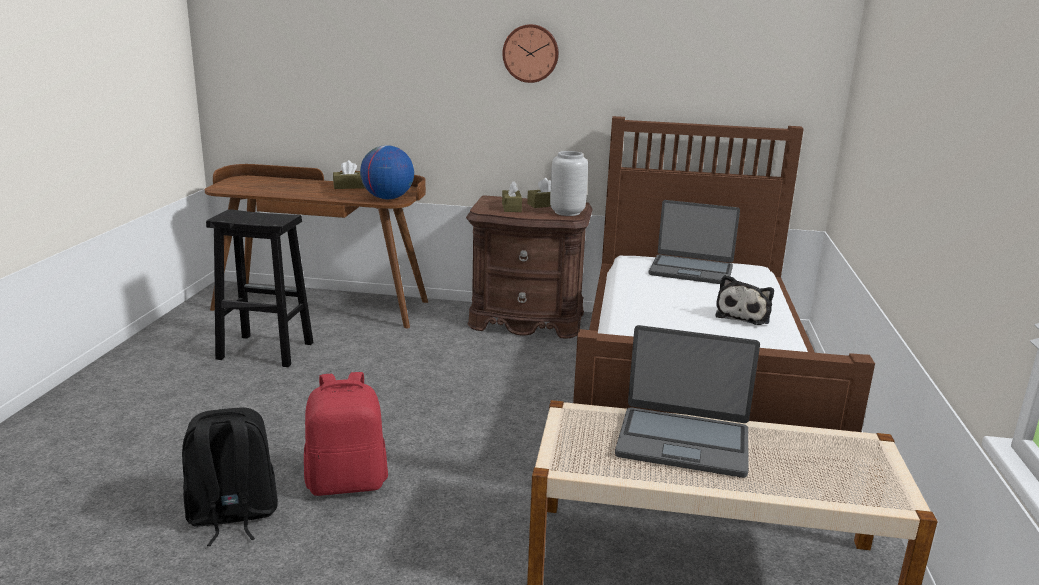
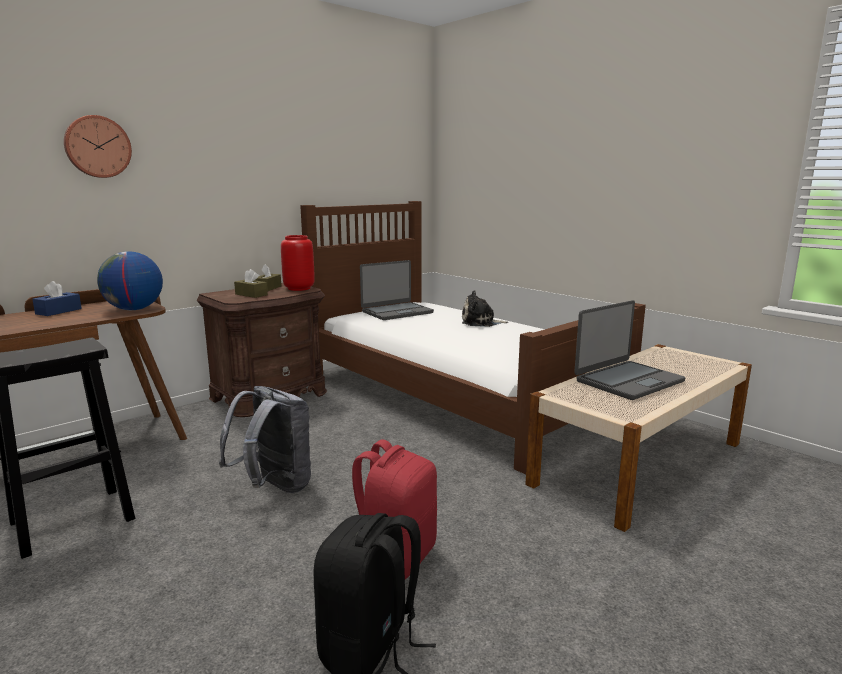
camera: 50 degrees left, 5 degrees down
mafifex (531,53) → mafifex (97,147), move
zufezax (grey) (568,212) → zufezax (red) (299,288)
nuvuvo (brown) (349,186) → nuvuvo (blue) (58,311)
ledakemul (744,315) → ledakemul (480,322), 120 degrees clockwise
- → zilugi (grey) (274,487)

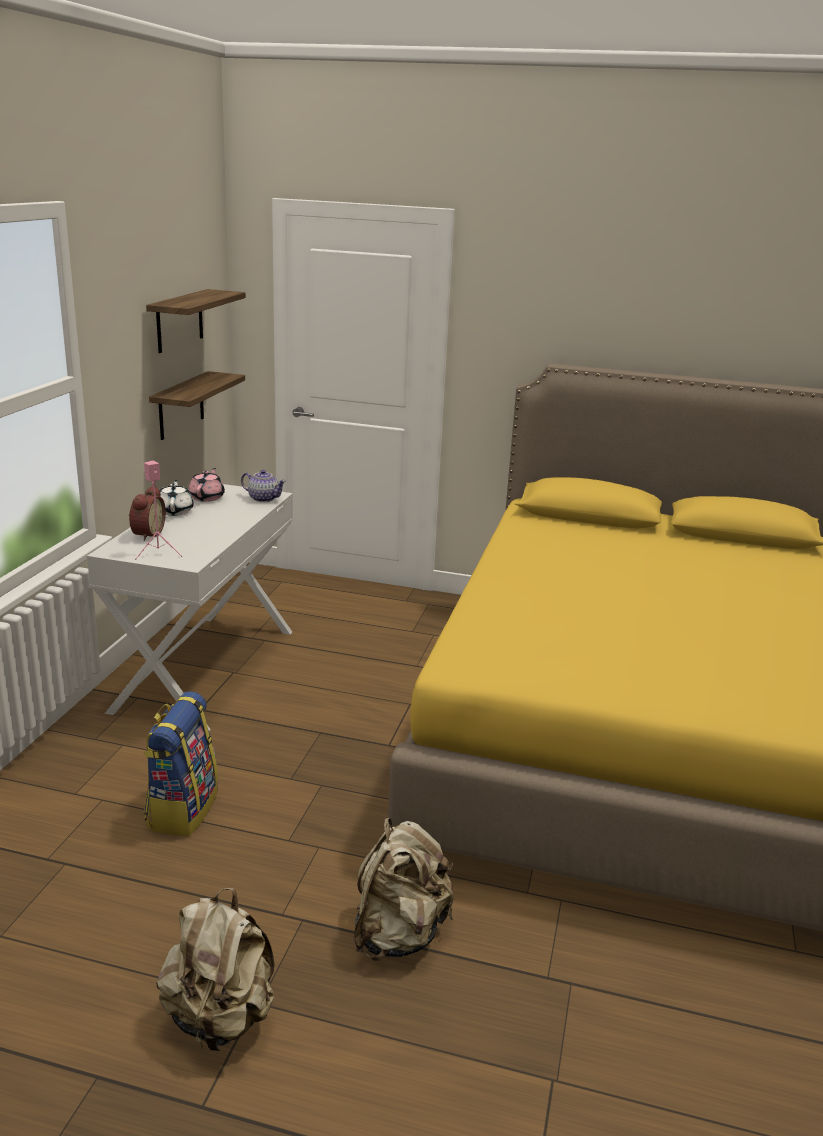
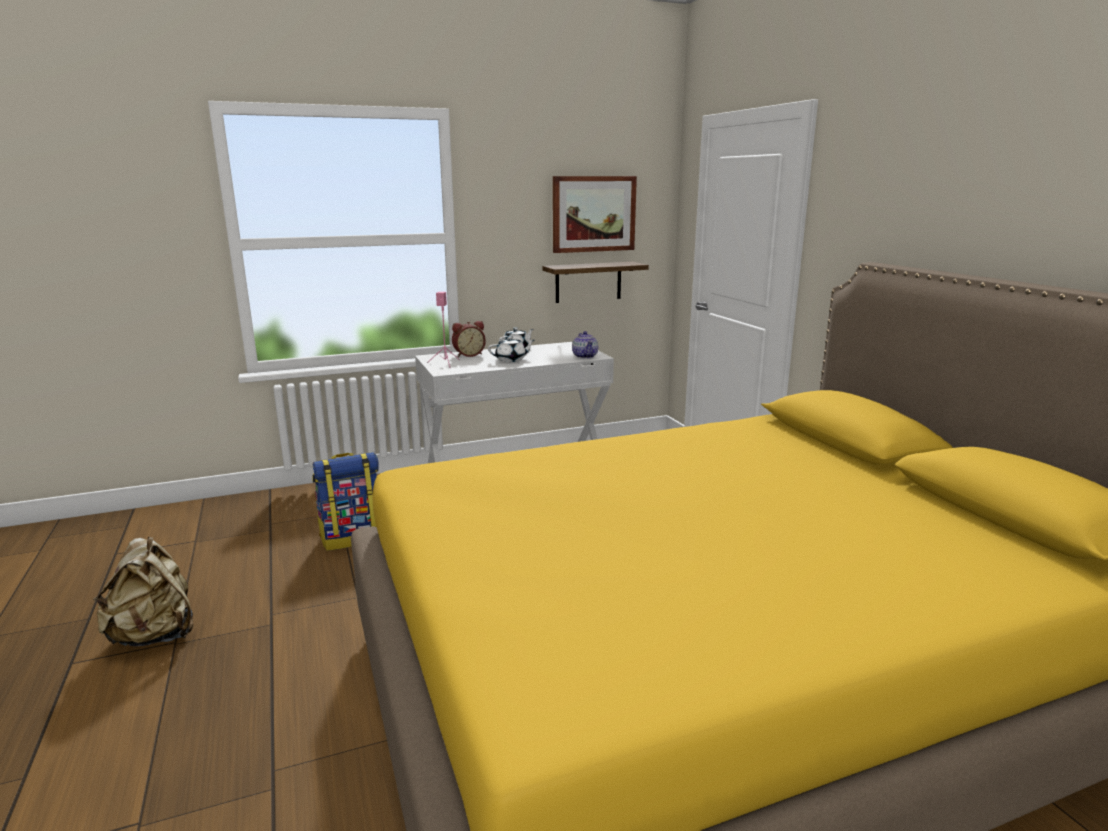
camera: 55 degrees right, 5 degrees down
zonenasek (179,320) → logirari (593,214)
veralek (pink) (207,497) → -
zilugi (beige) (399,934) → -
- → veralek (white) (511,360)

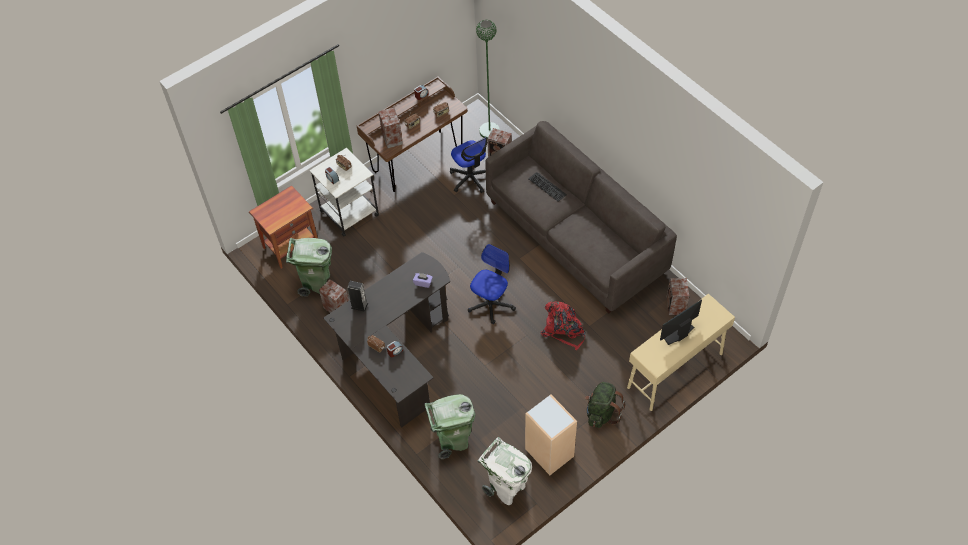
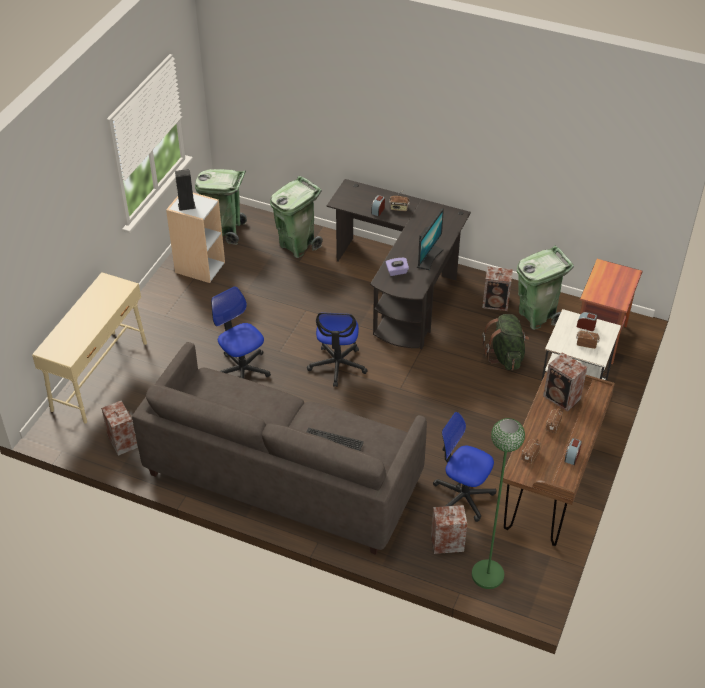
camera: 150 degrees right, 10 degrees down
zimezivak (359,306) → zimezivak (186,206), move
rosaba (678,333) → rosaba (428,257), move
zilugi (red) (563,330) → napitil (242,370)
zilugi (green) (601,412) → zilugi (green) (505,356), move
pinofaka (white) (507,488) → pinofaka (green) (225,231)

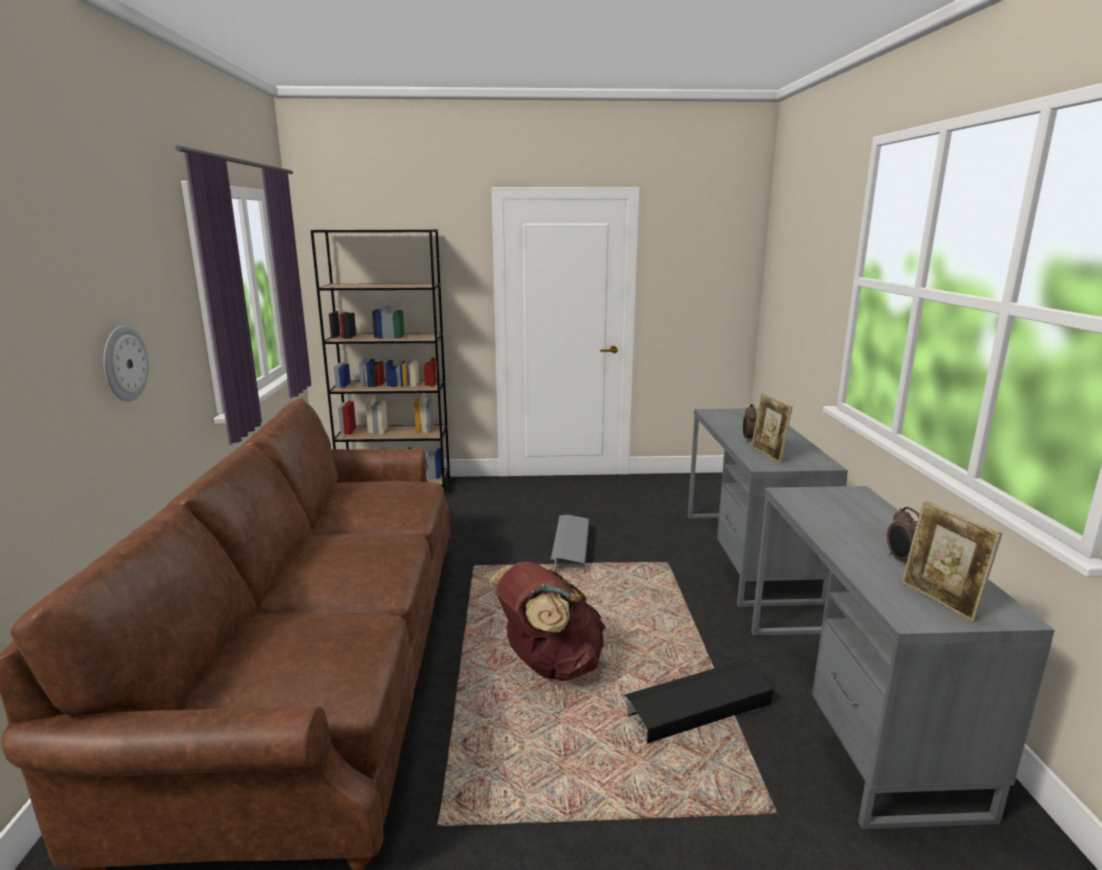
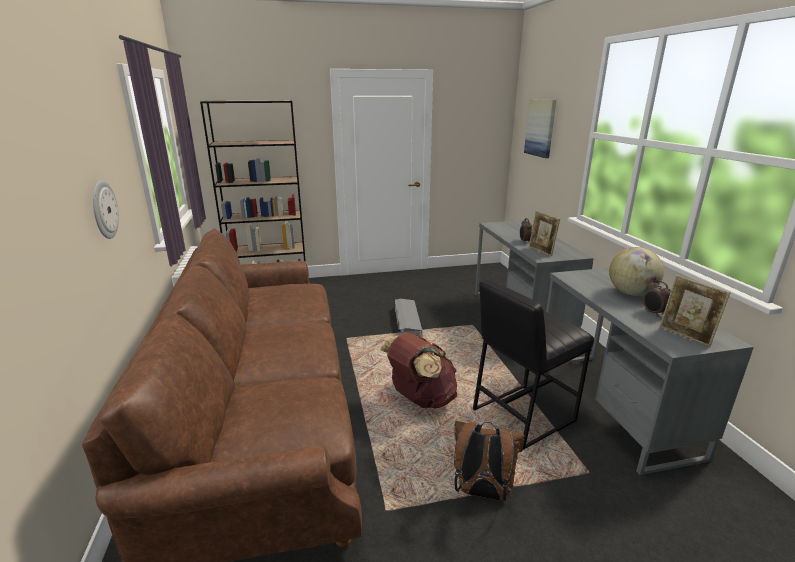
camera: 10 degrees left, 5 degrees up
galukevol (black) (697,708) → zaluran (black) (522,415)
- → logirari (540,128)
- → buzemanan (631,293)
- → zilugi (brown) (482,492)

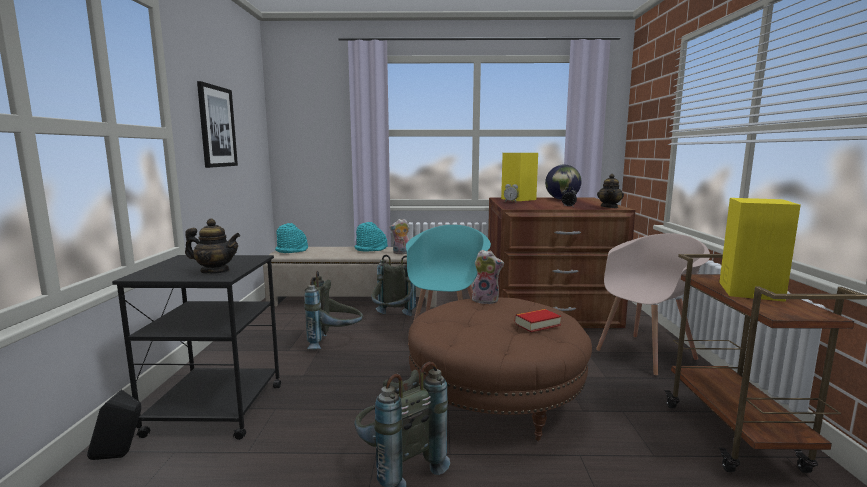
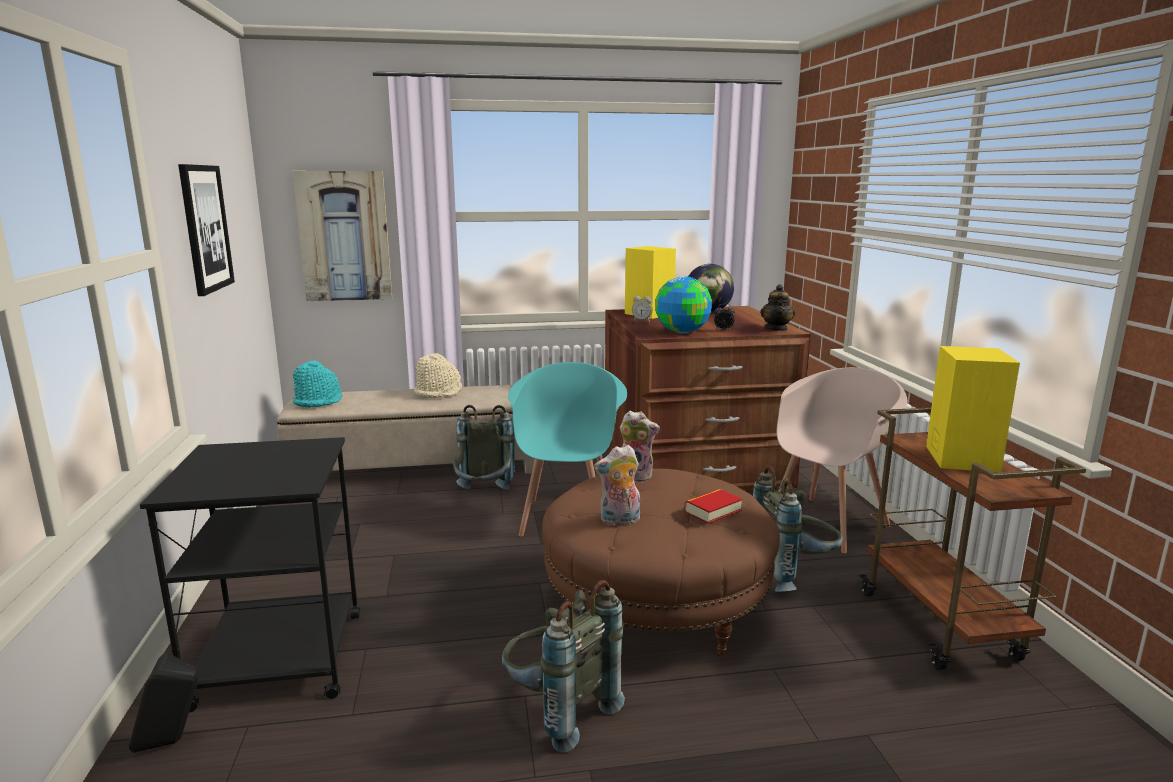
camera: 10 degrees left, 5 degrees up
veralek (215,271) → -
ledakemul (401,253) → ledakemul (619,521), move
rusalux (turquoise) (371,249) → rusalux (beige) (439,392)
zilugi (grey) (335,343) → zilugi (grey) (794,574), move
- → logirari (344,236)
- → buzemanan (682,332)

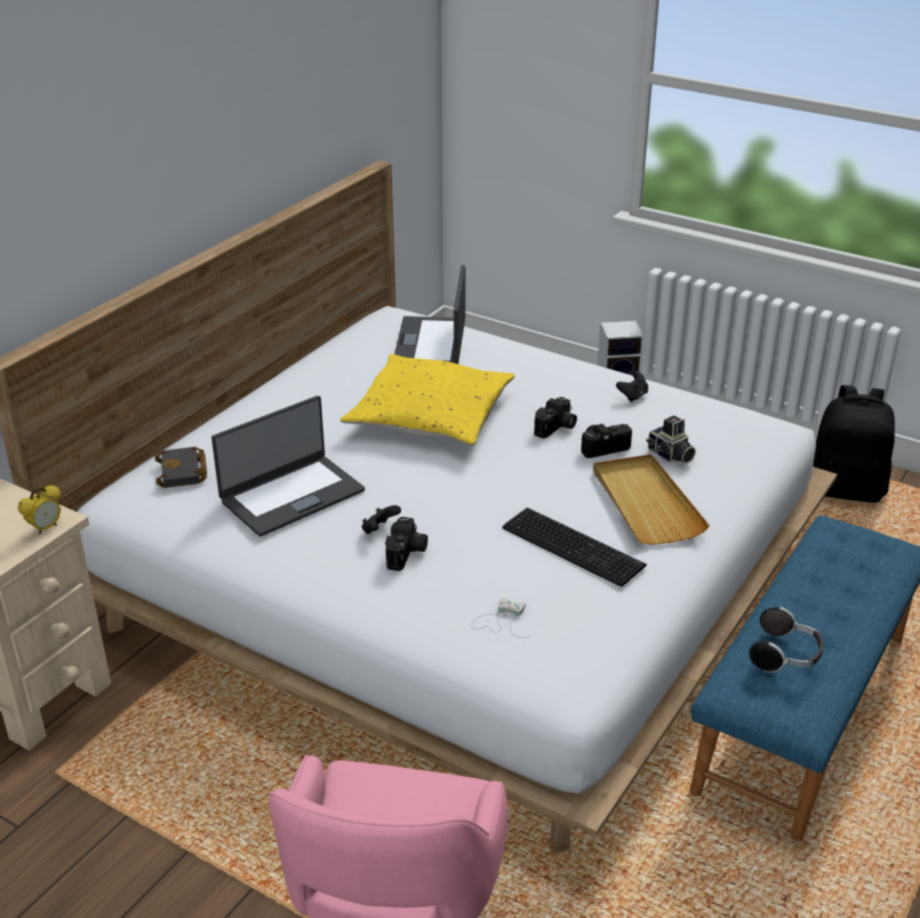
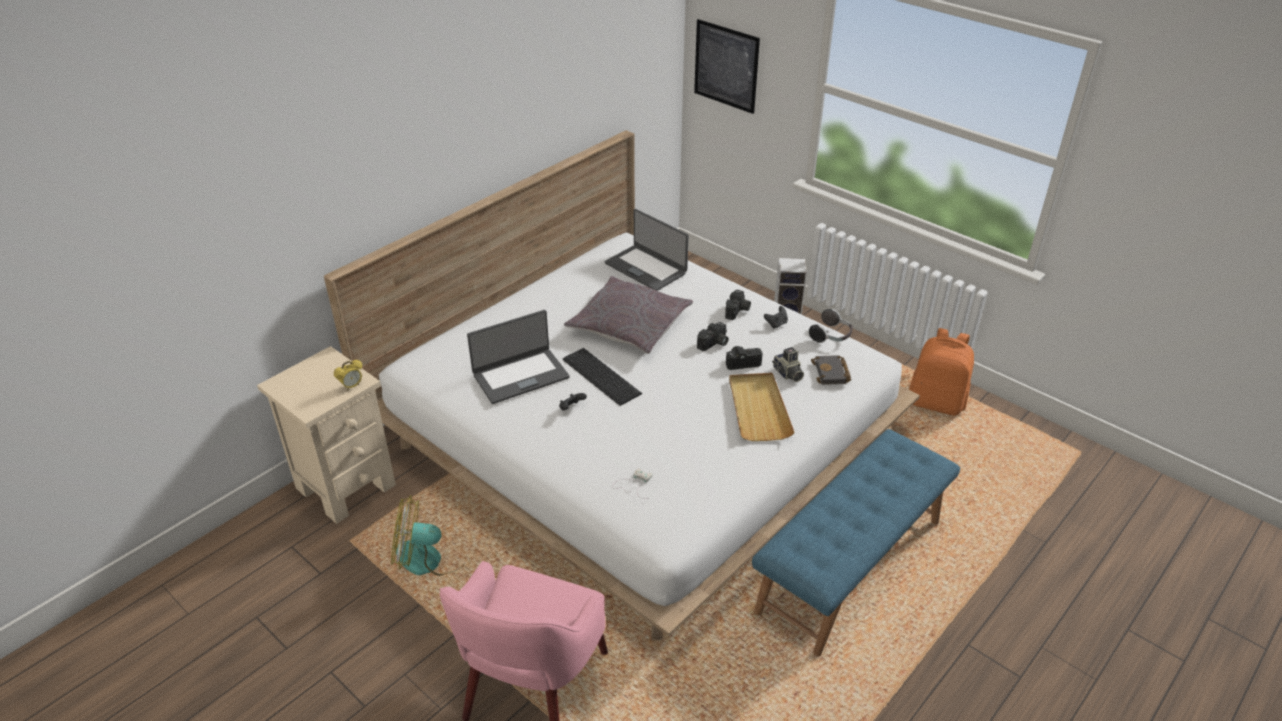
camera: 10 degrees right, 5 degrees up
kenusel (431,344) → kenusel (646,268), 60 degrees counterclockwise
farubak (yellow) (430,415) → farubak (grey) (629,325)
zilugi (black) (846,489) → zilugi (orange) (936,402)
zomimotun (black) (183,472) → zomimotun (black) (832,373), move
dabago (573,544) → dabago (602,375), move
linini (407,554) → linini (738,311), move
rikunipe (785,656) → rikunipe (831,336), move
- → logirari (726,66)
- → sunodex (430,558)

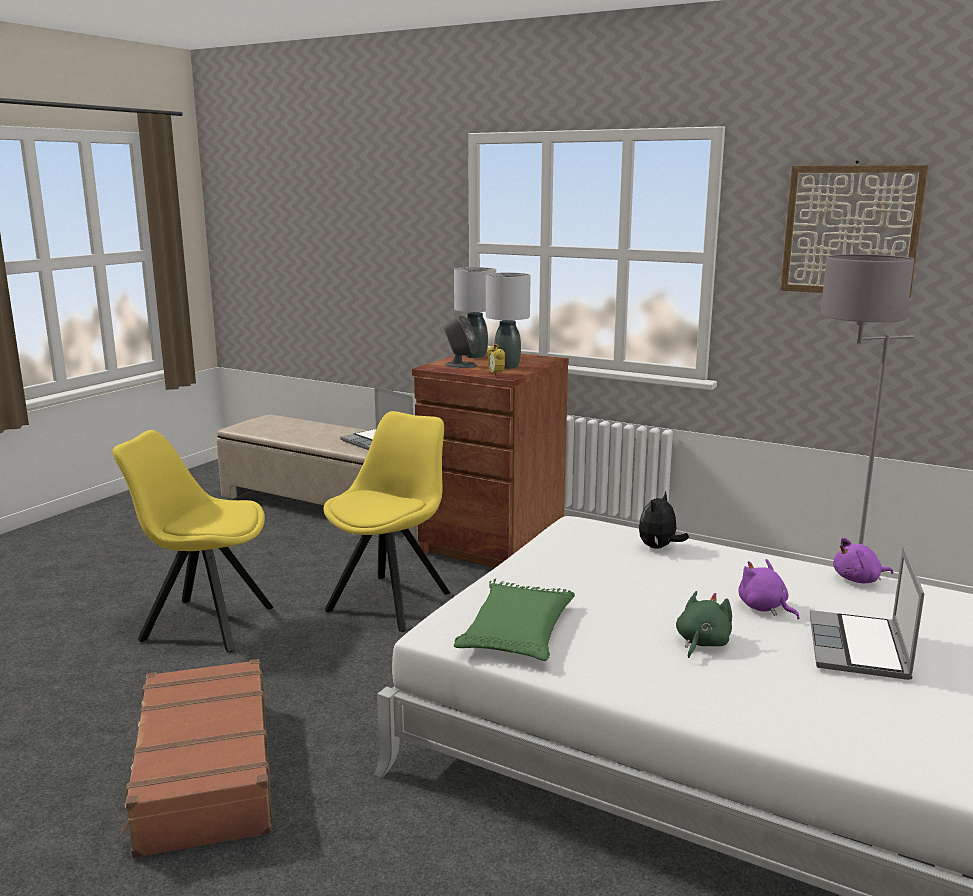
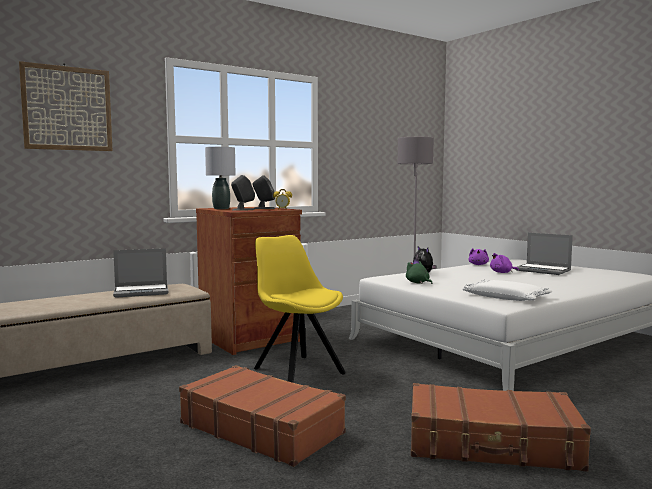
camera: 65 degrees left, 10 degrees down
logirari (851,228) → logirari (67,107), move
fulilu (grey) (507,366) → zimezivak (grey) (264,208)
zaluran (yellow) (206,624) → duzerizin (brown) (261,428)
farubak (green) (516,629) → farubak (white) (506,296)
ledakemul (green) (701,643) → ledakemul (green) (418,283), move

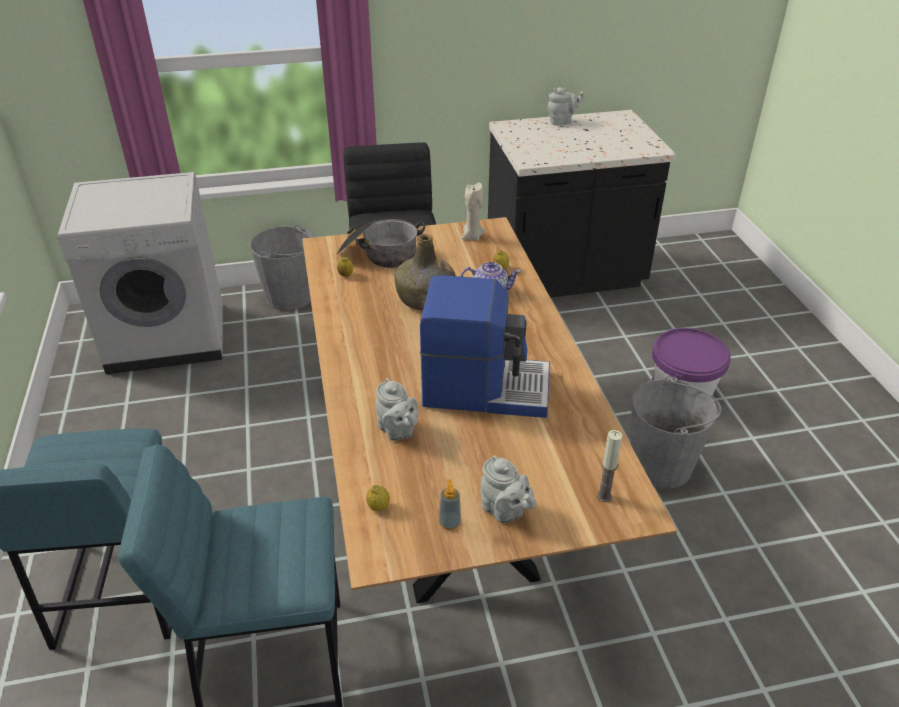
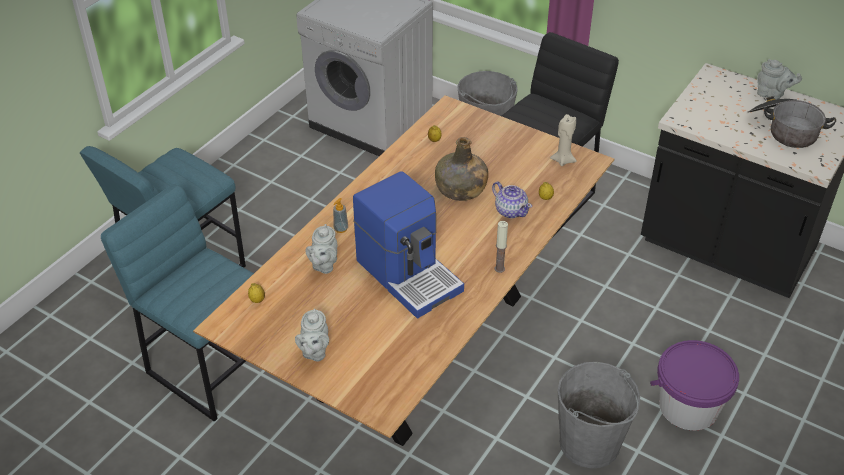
camera: 45 degrees right, 5 degrees up
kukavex (379,255) → kukavex (784,130), move
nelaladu (604,496) → nelaladu (499,269), move
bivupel (450,523) → bivupel (341,229), move

